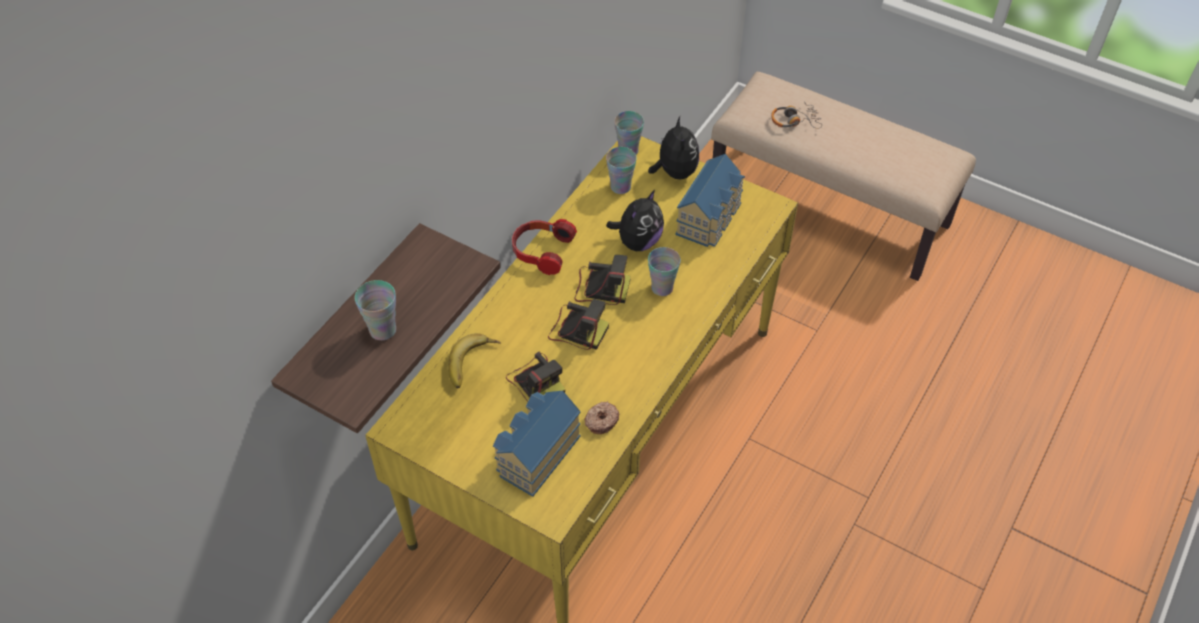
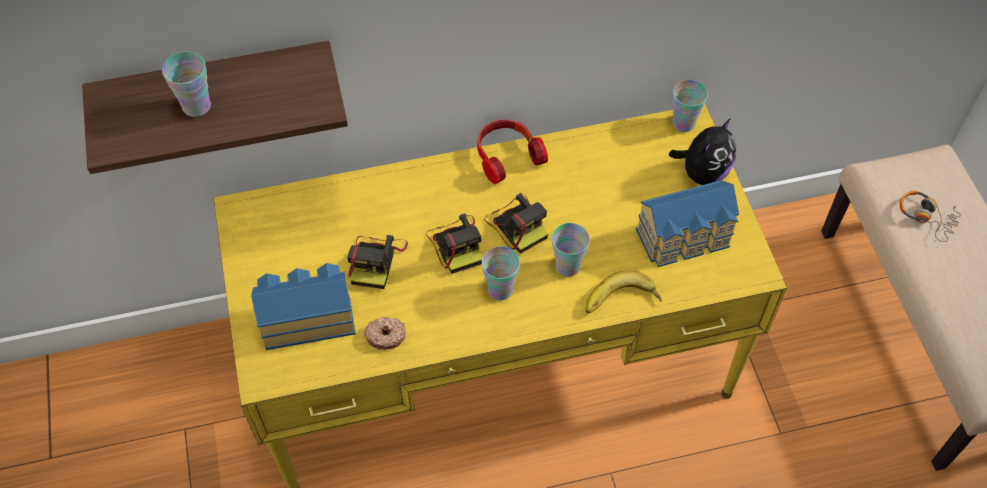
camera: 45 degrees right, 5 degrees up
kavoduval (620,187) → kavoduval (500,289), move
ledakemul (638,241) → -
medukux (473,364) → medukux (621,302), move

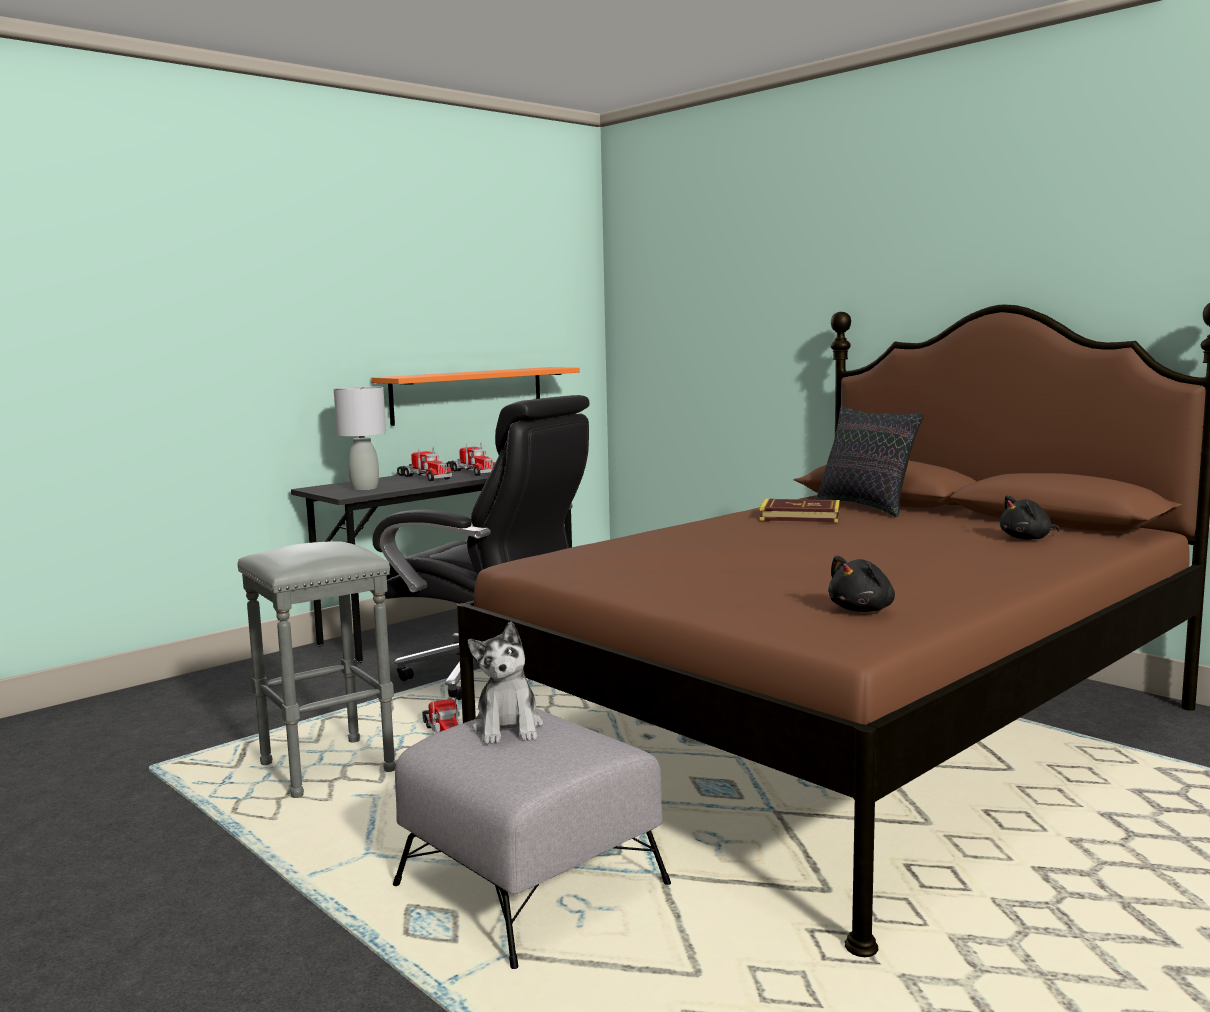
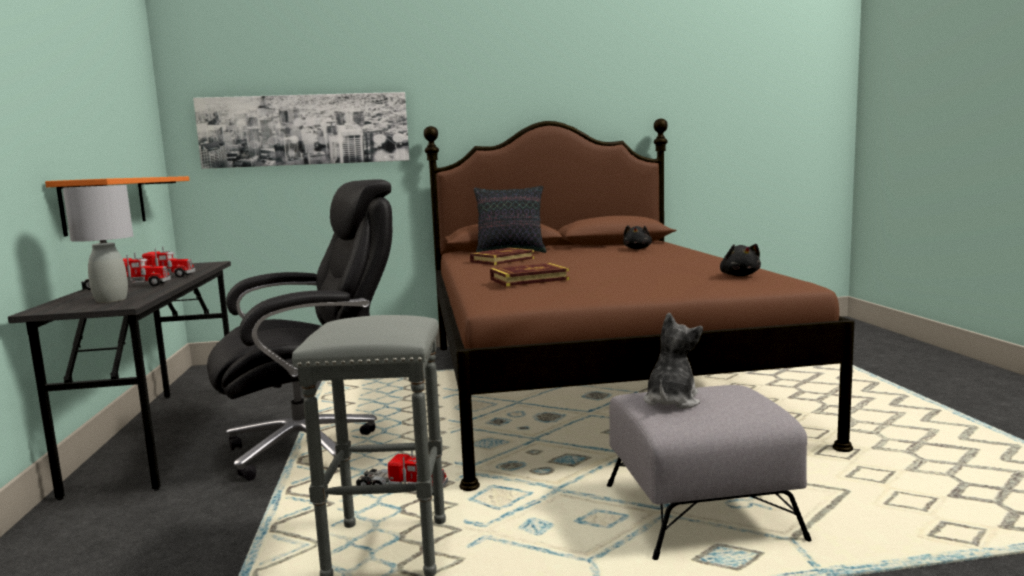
camera: 55 degrees left, 0 degrees up
ledakemul (508,728) → ledakemul (671,401), 90 degrees counterclockwise
- → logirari (305,130)
- → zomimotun (529,279)

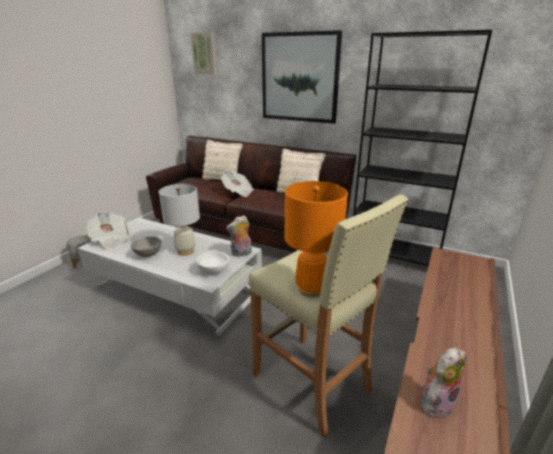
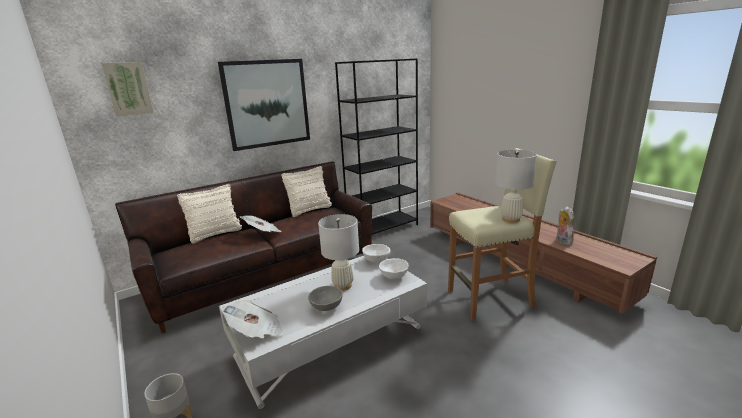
camera: 60 degrees left, 5 degrees down
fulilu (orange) (311,289) → fulilu (white) (511,219)
ledakemul (241,254) → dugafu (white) (376,260)

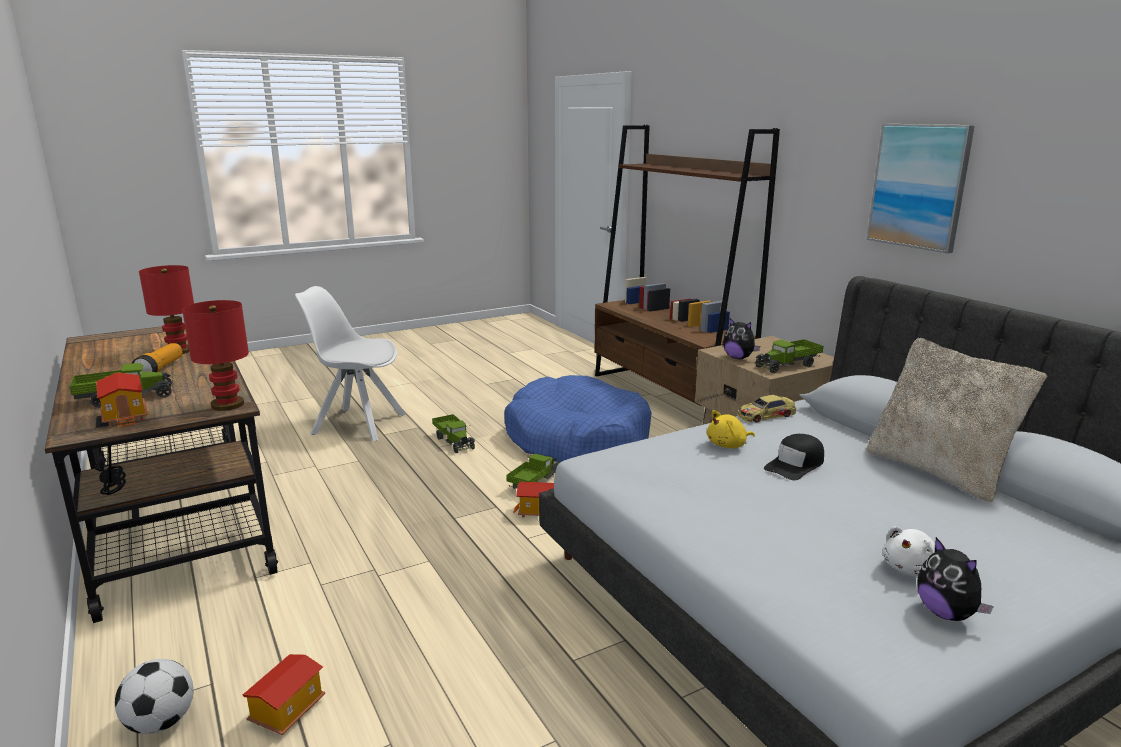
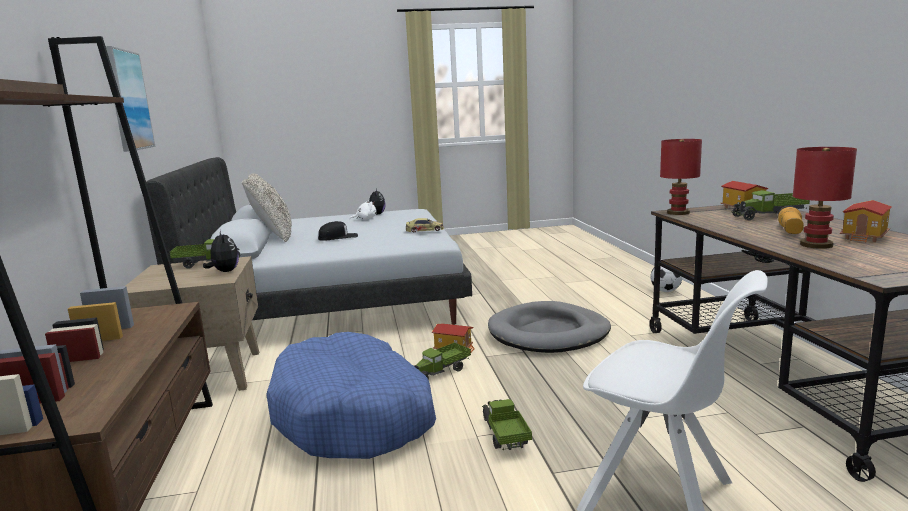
camera: 160 degrees left, 5 degrees down
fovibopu (766,415) → fovibopu (424,230), move
ledakemul (yellow) (728,445) → -
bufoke (287,711) → bufoke (865,237), move
- → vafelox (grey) (549,333)

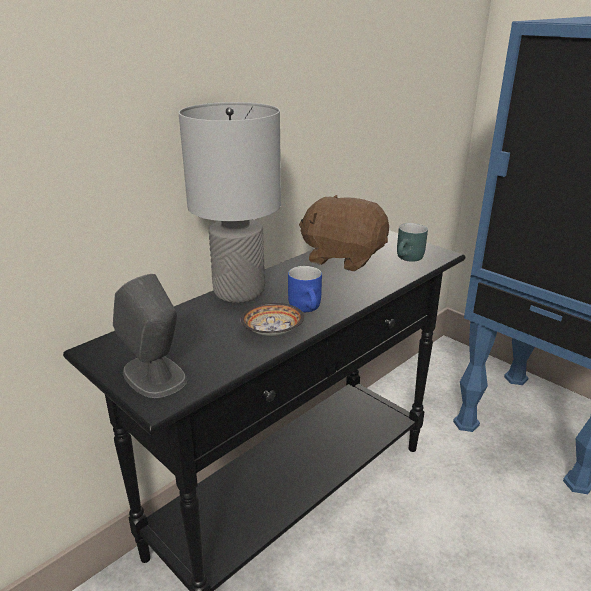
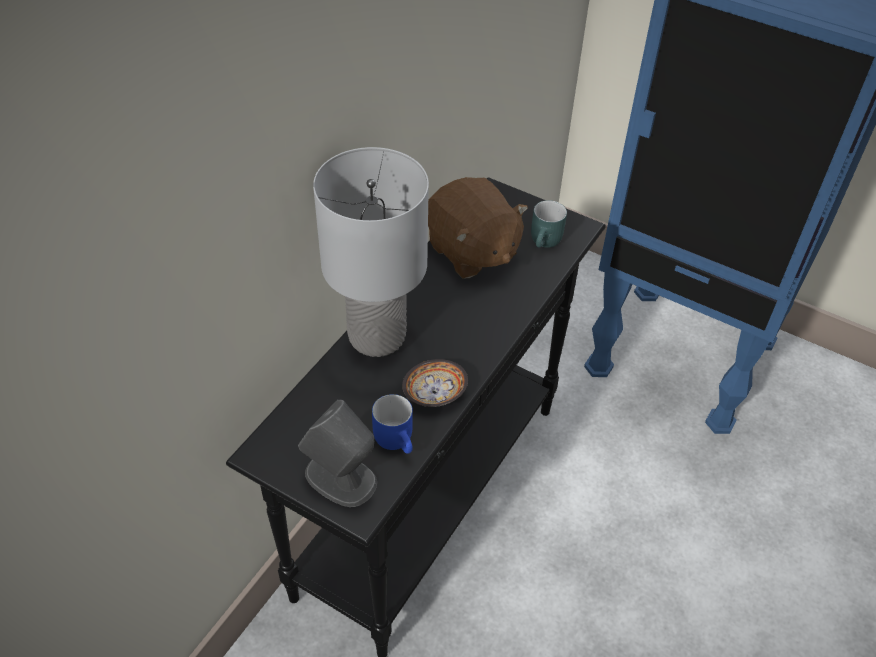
camera: 15 degrees left, 20 degrees up
ledakemul (brown) (343,257) → ledakemul (brown) (471,251), 135 degrees counterclockwise
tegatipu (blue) (308,308) → tegatipu (blue) (398,440), move

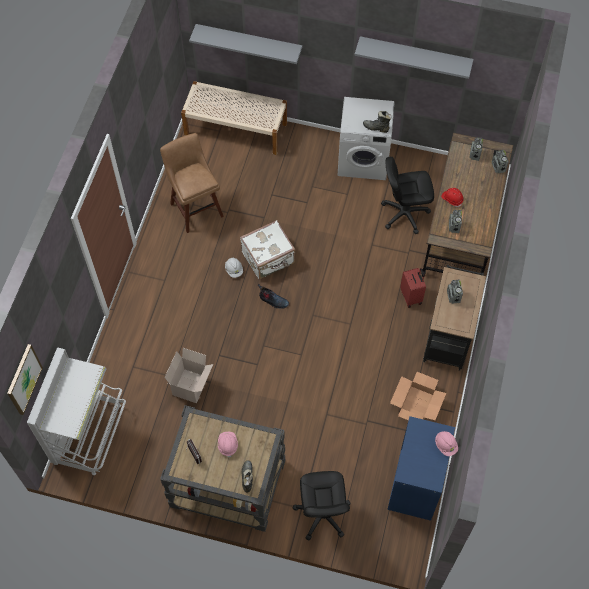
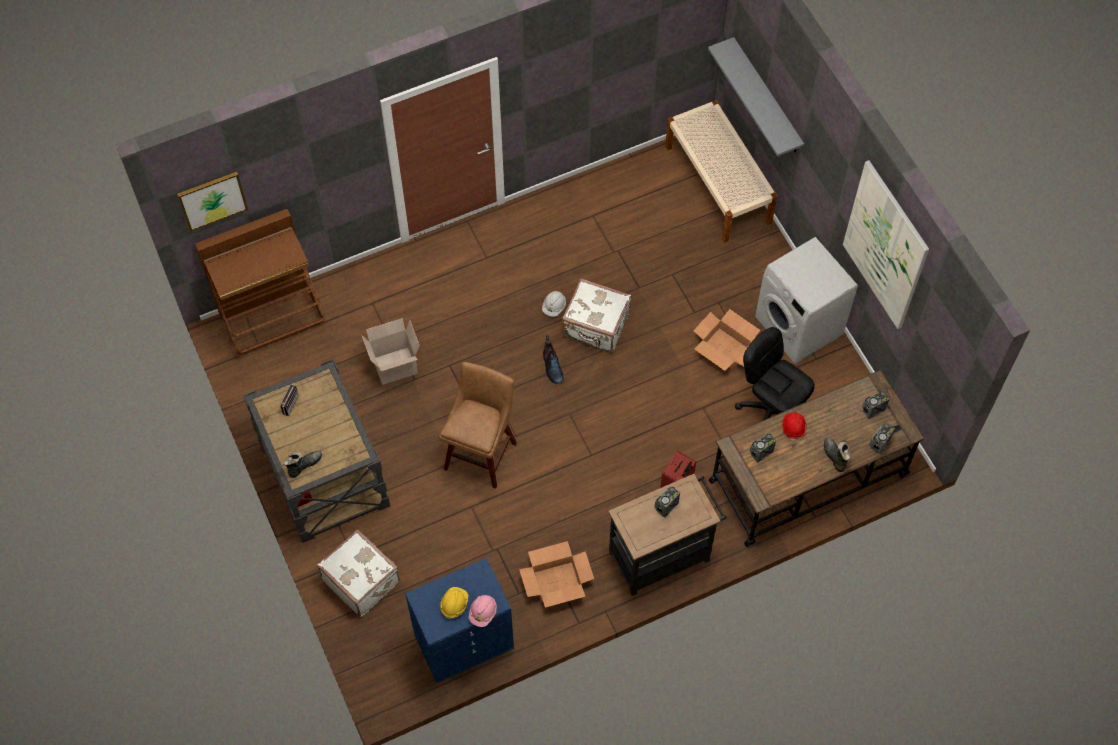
camera: 50 degrees right, 0 degrees up
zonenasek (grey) (415,54) → logirari (885,245)
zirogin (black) (376,128) → zirogin (black) (834,457), move
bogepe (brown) (196,208) → bogepe (brown) (481,453), move
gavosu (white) (91,434) → gavosu (brown) (274,323)
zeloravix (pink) (227,445) → -
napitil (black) (322,514) → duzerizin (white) (362,580)
- → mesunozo (725,348)
- → zeloravix (yellow) (454,605)

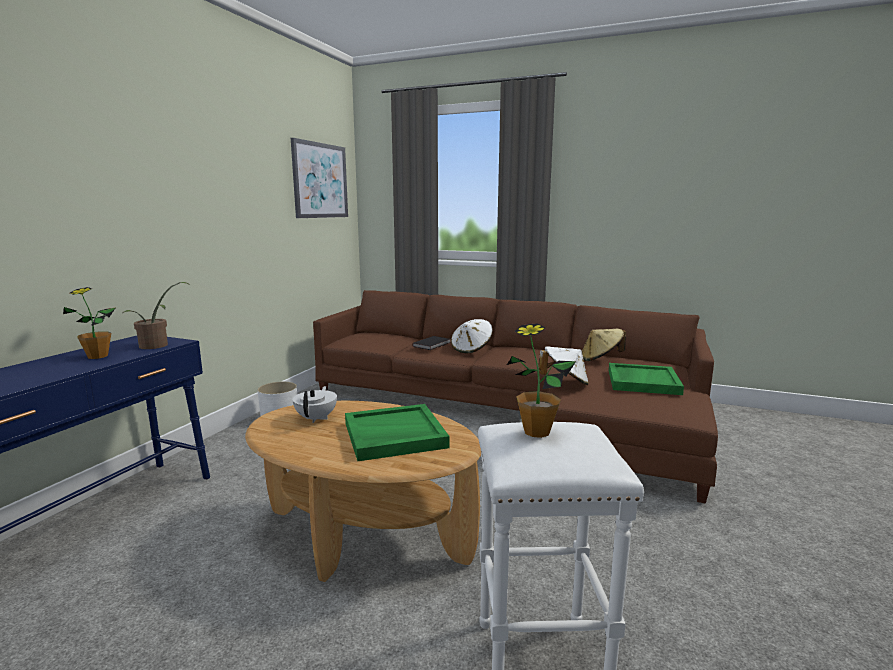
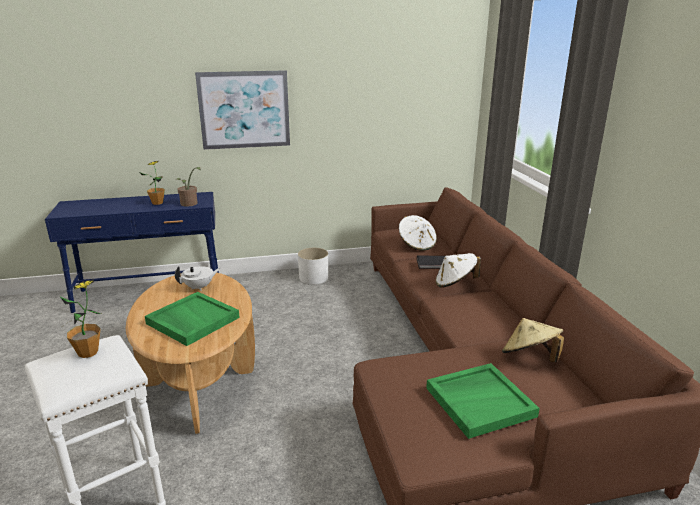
camera: 55 degrees right, 10 degrees up
logirari (320,180) → logirari (244,110), move
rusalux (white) (565,382) → rusalux (white) (417,244), move

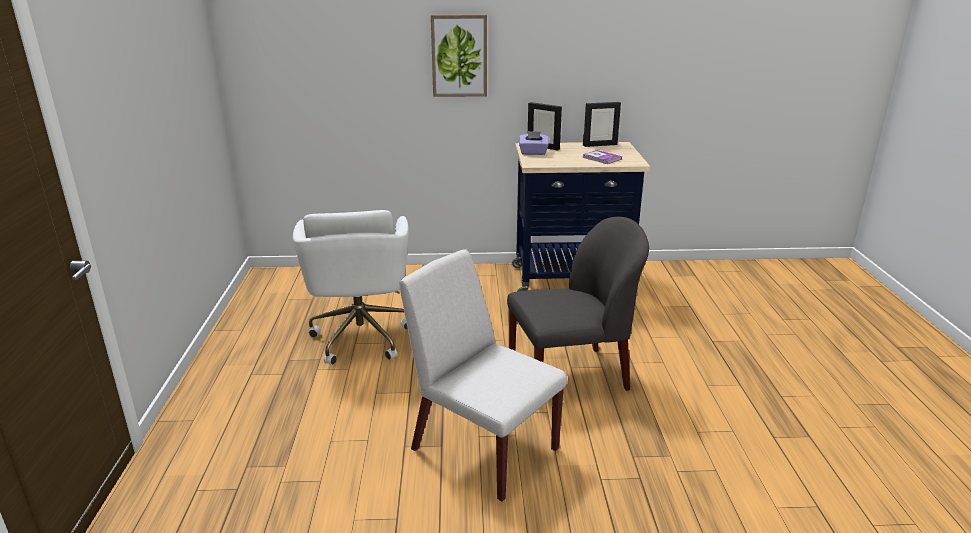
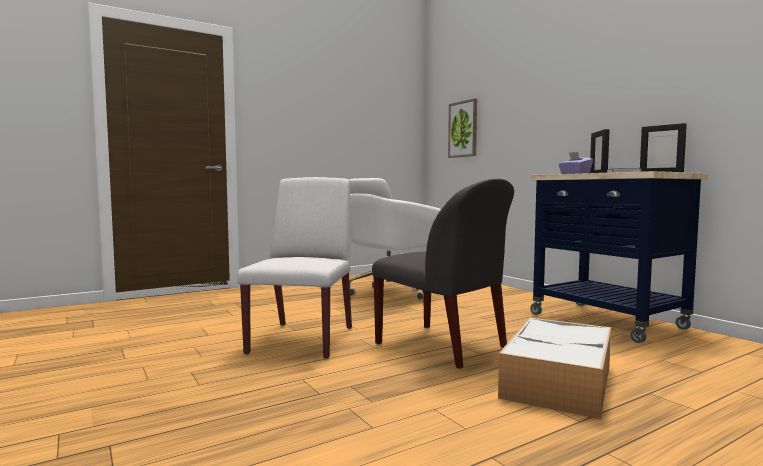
camera: 60 degrees right, 20 degrees down
logirari (459,56) → logirari (463,129), move
- → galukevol (558,381)

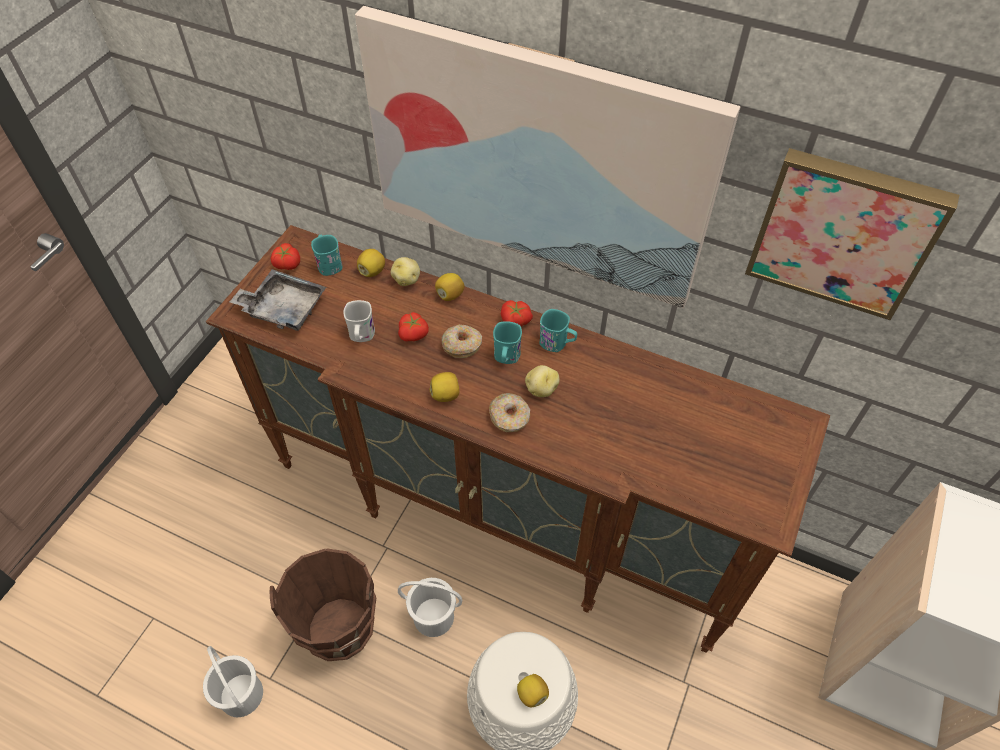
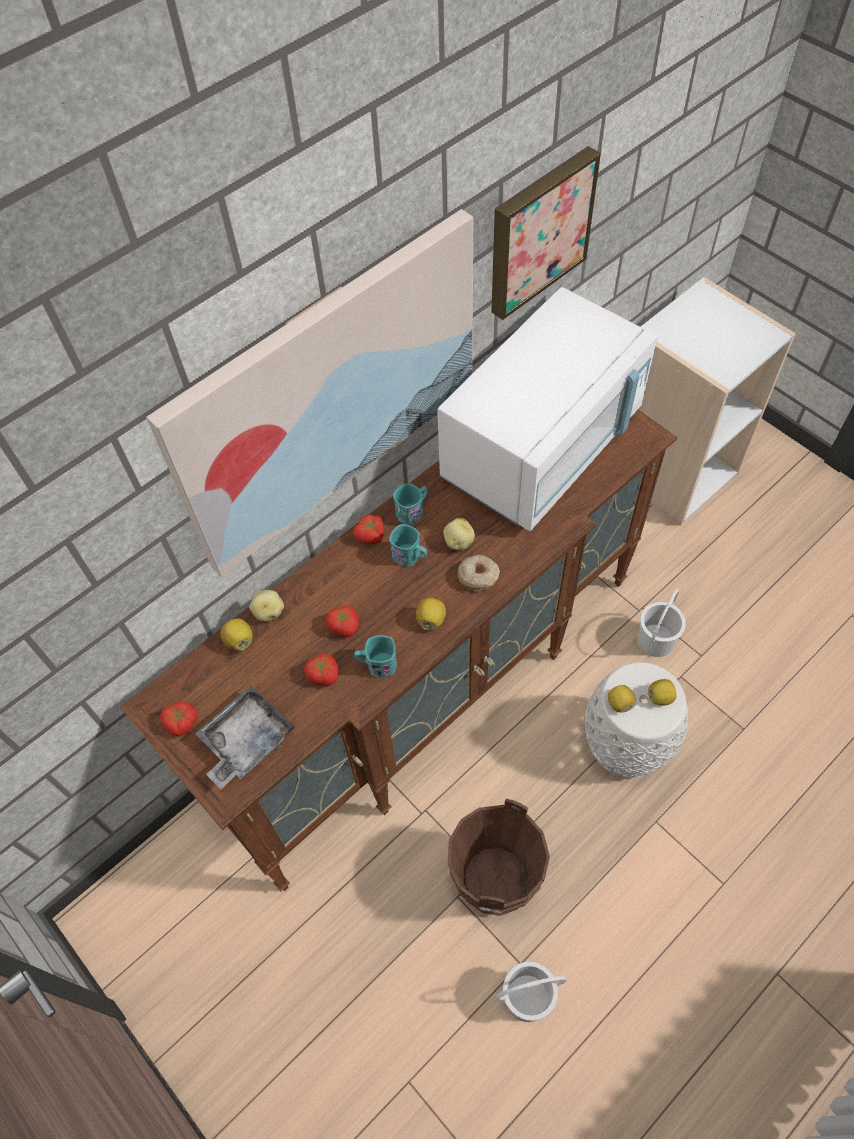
camera: 65 degrees left, 5 degrees up
tegatipu (turquoise) (328,263) → tegatipu (turquoise) (377,665), move
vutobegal (450,295) → vutobegal (619,703), move
tegatipu (white) (361,336) → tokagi (323,674)
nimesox (462,345) → -
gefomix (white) (434,617) → gefomix (white) (656,640), move
- → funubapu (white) (542,447)

